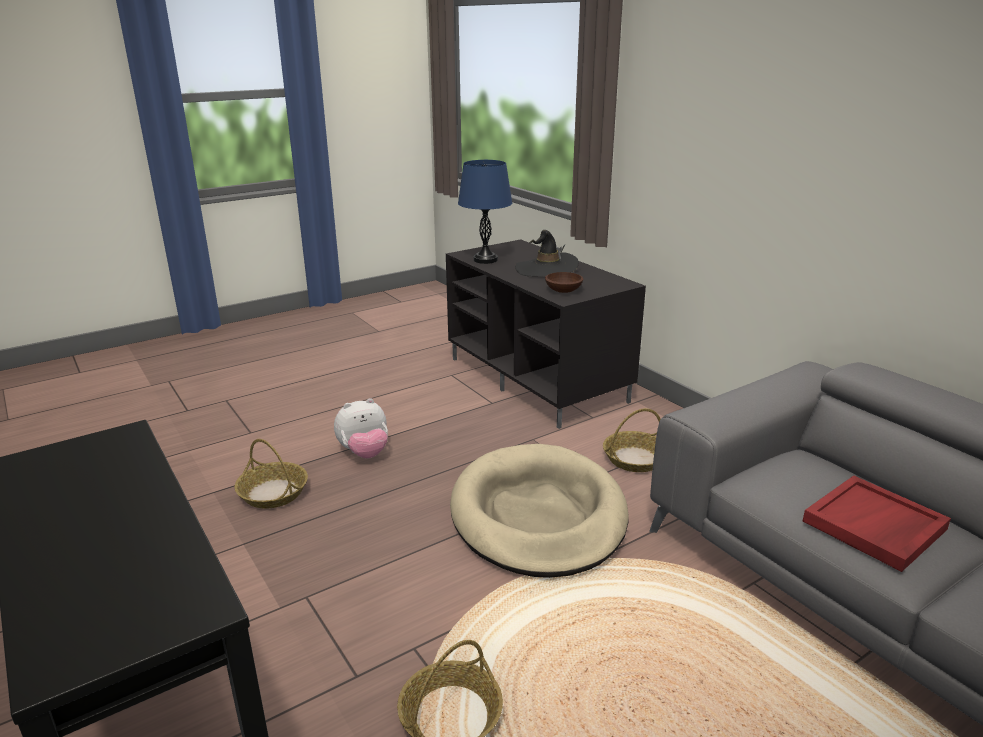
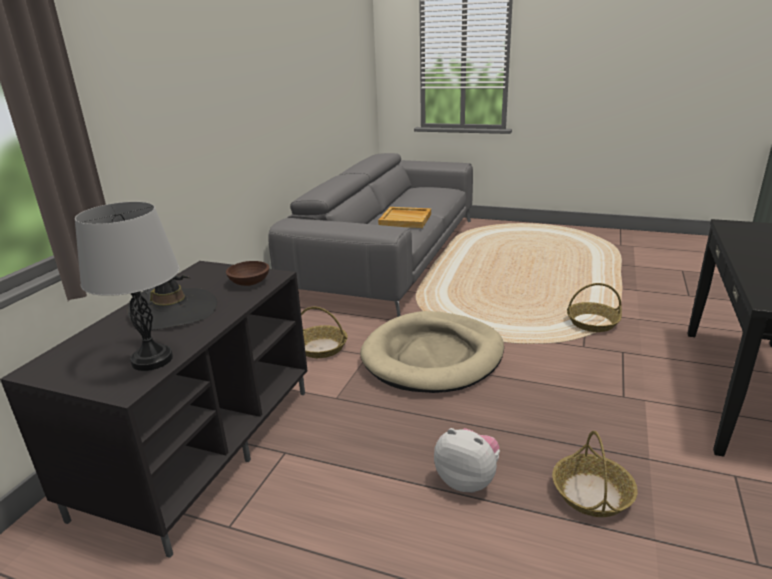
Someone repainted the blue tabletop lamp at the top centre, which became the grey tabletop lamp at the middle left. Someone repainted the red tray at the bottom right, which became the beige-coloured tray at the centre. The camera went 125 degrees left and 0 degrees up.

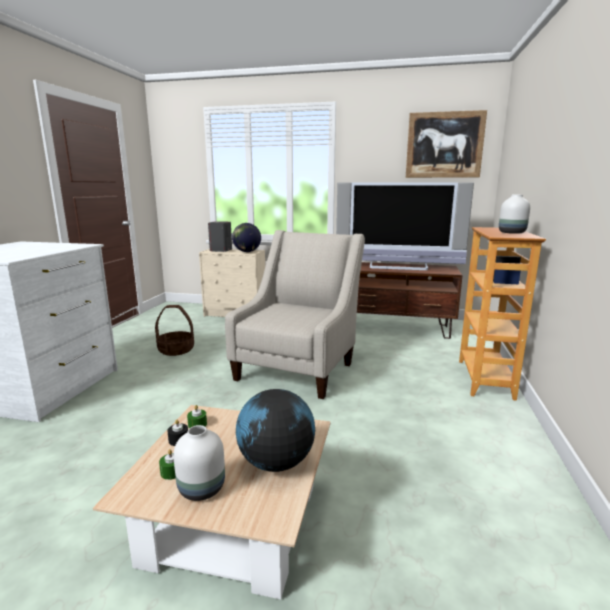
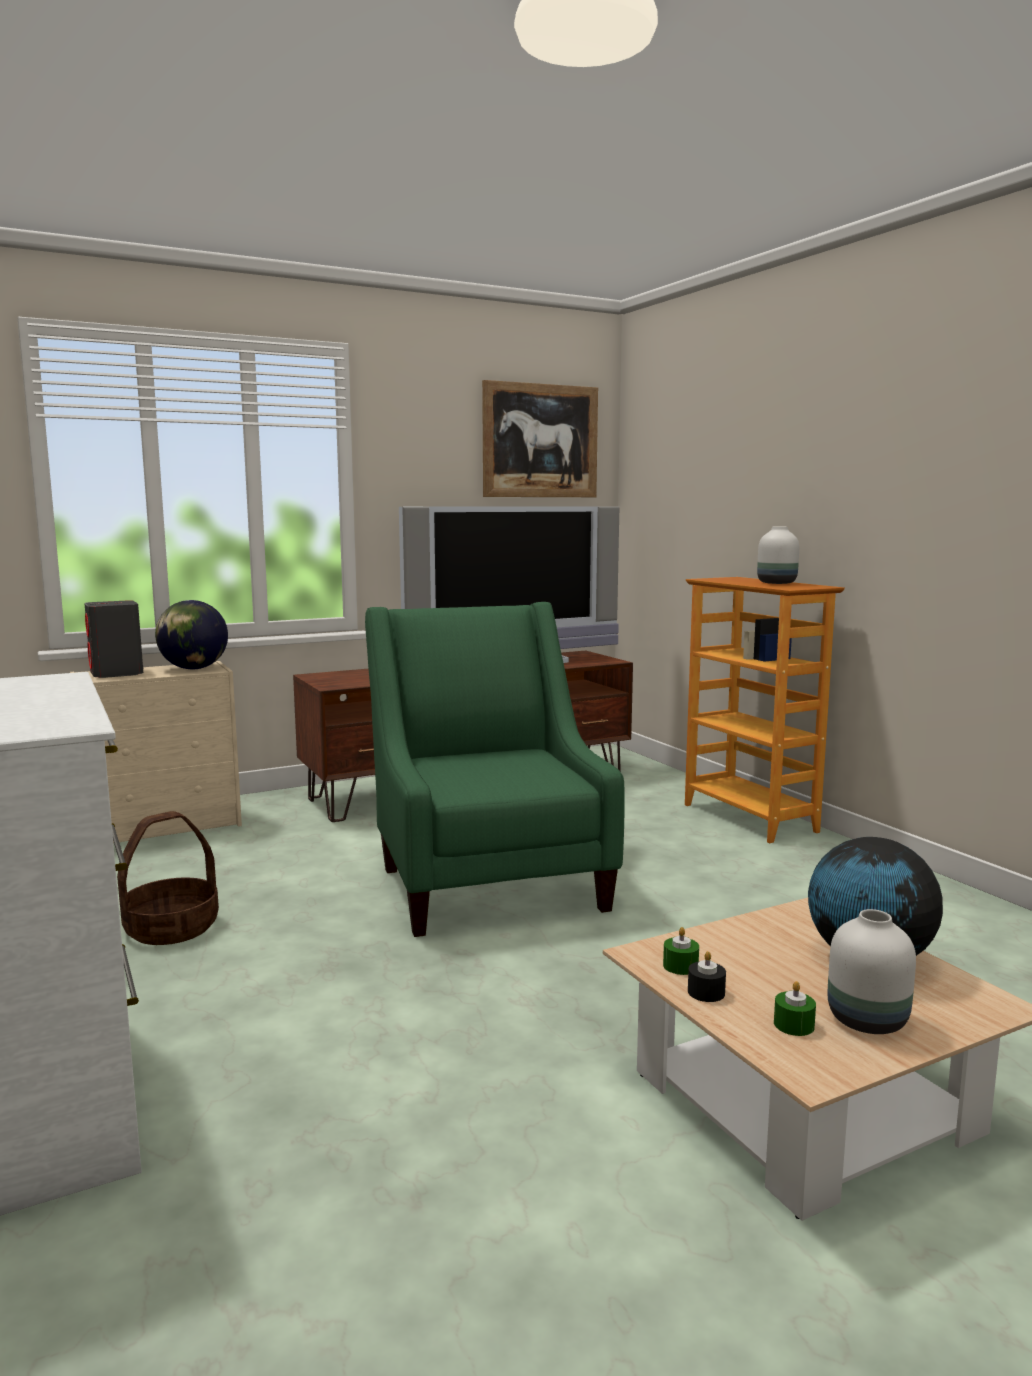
Someone repainted the beige-coloured armchair at the centre, which became the greenish armchair at the centre. The camera went 40 degrees left and 5 degrees down.

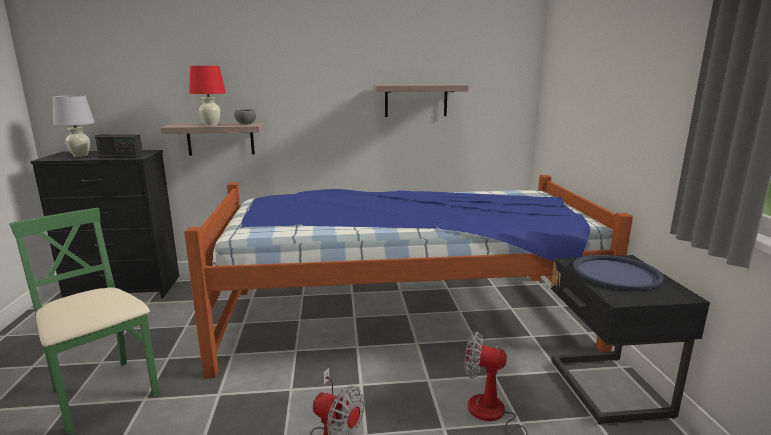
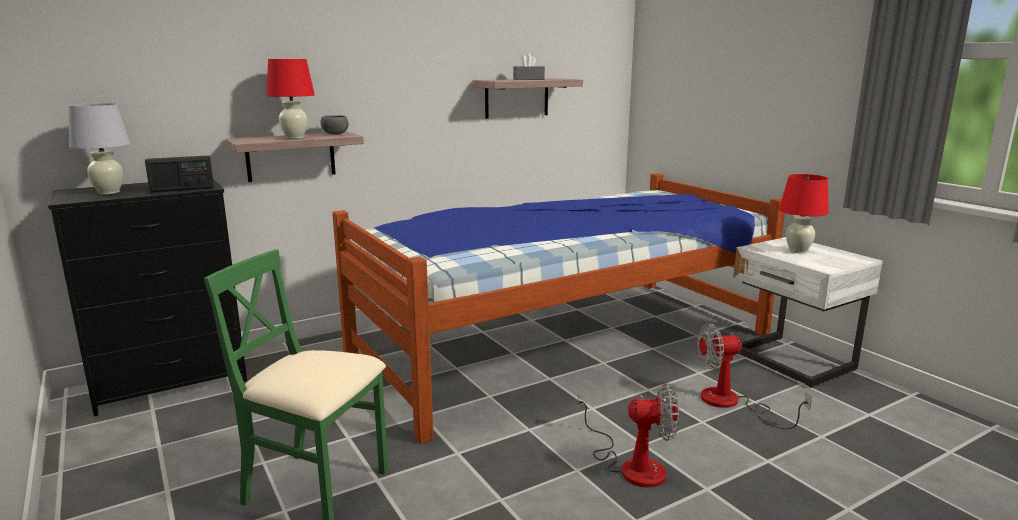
Someone put down the grey box of tissues at the top centre. Someone swapped the blue tray at the middle right for the red tabletop lamp (2nd from left) at the middle right. Someone repainted the blackish nightstand at the bottom right, which became the white nightstand at the middle right. The camera went 25 degrees left and 0 degrees up.

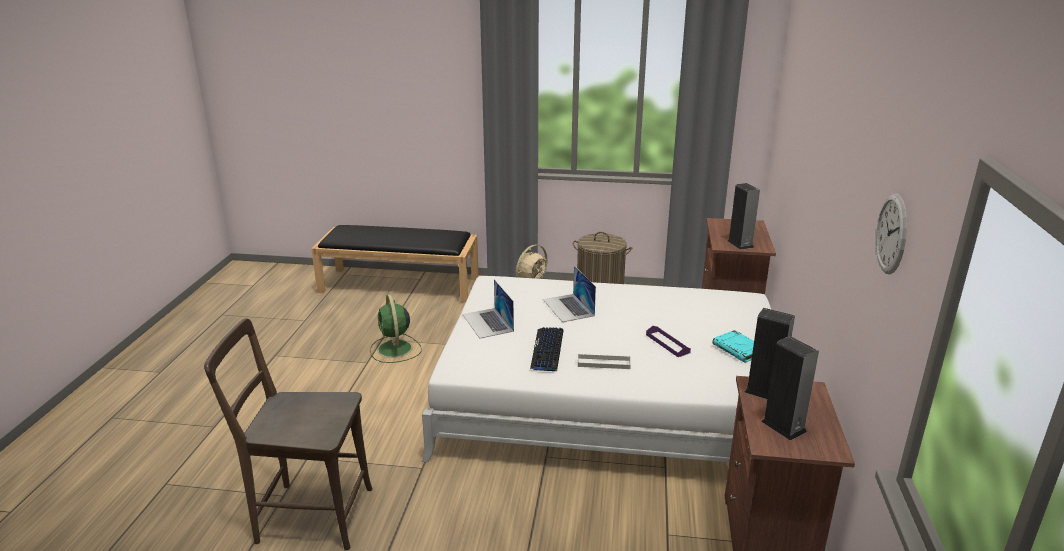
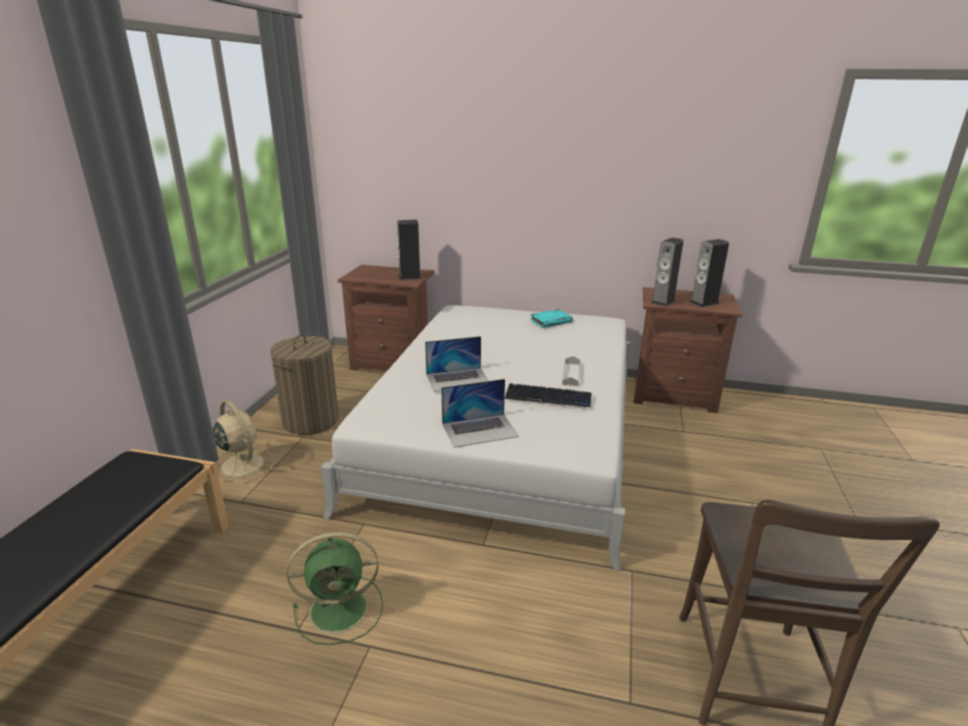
Someone took away the purplish tray at the centre. Someone took away the wall clock at the middle right. The camera went 85 degrees left and 0 degrees up.

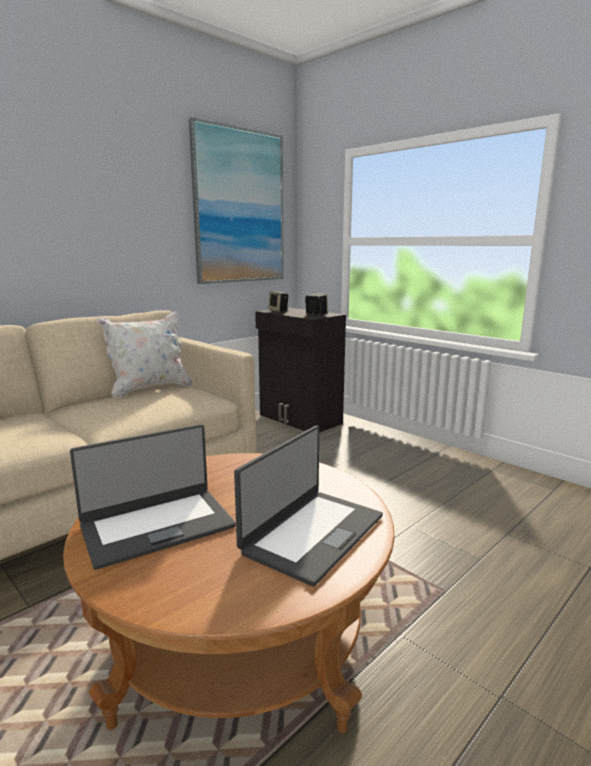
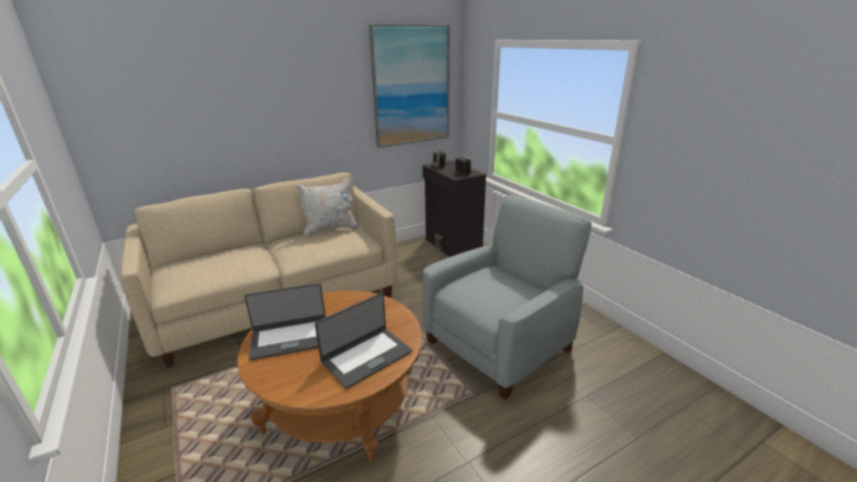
Someone put down the grey armchair at the centre. The camera went 15 degrees right and 10 degrees up.

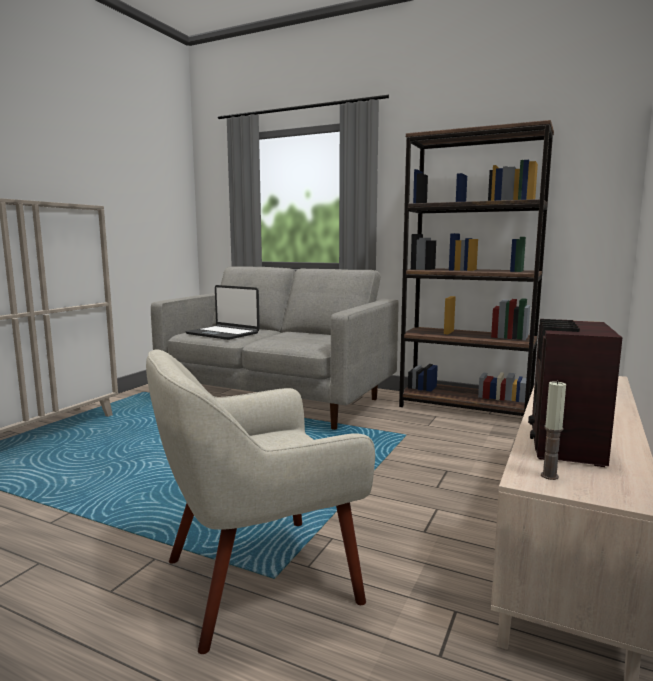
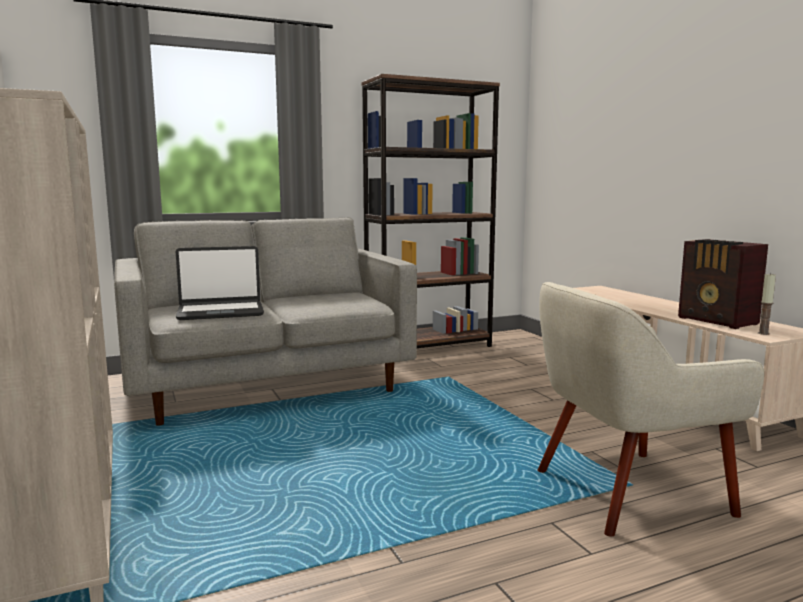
Someone rotated the beige-coloured armchair at the bottom centre by 60 degrees clockwise. The camera went 50 degrees left and 0 degrees up.

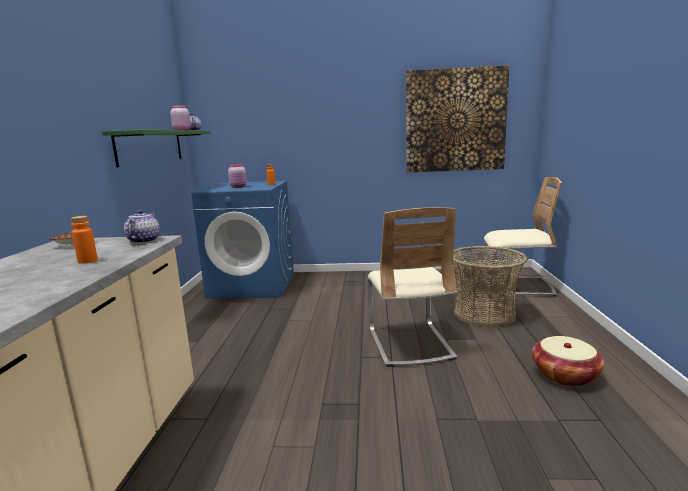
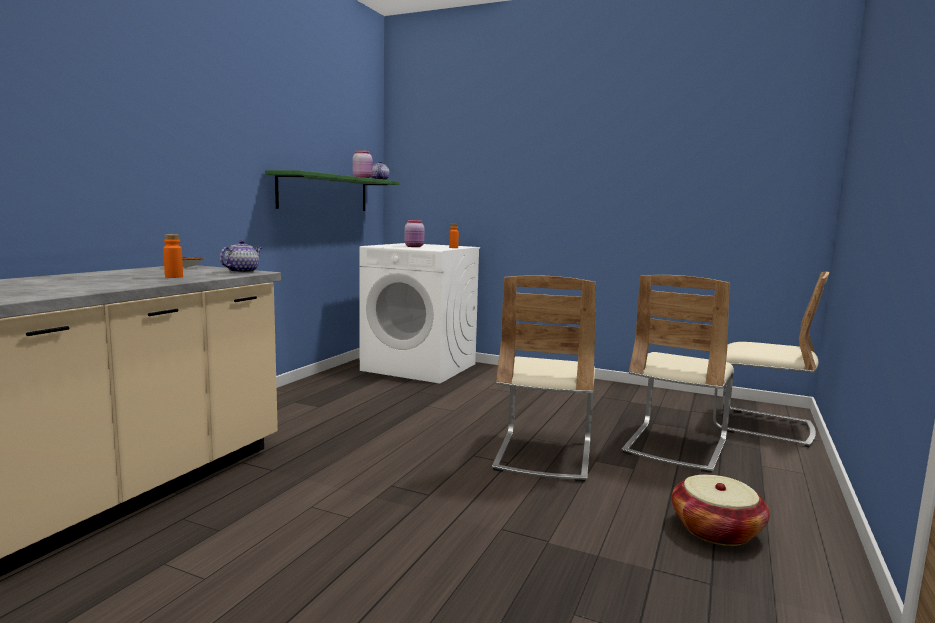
Someone took away the wall art at the top centre. Someone swapped the basket (1st from left) at the middle right for the beige-coloured chair (2nd from left) at the middle right. Someone repainted the blue laundry appliance at the centre, which became the white laundry appliance at the centre. The camera went 20 degrees right and 5 degrees down.

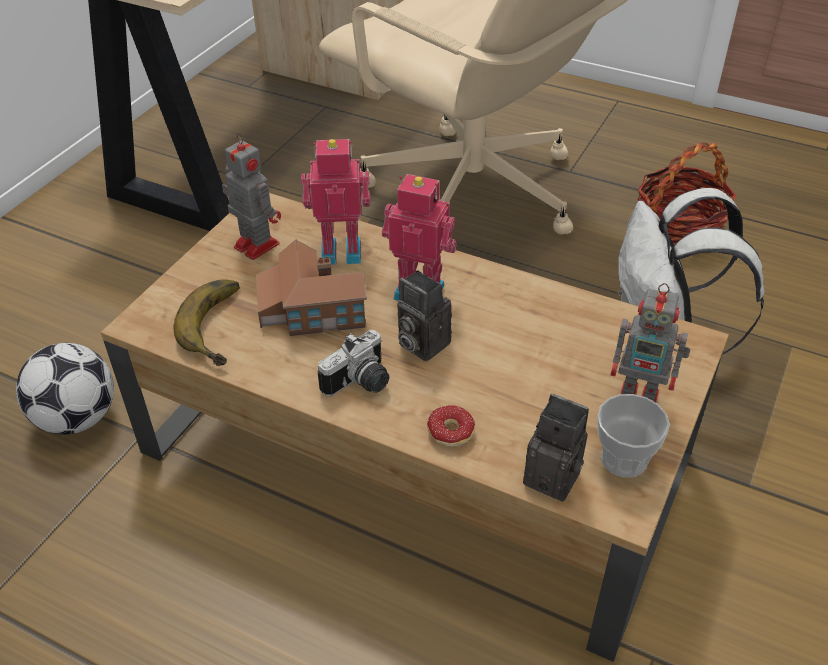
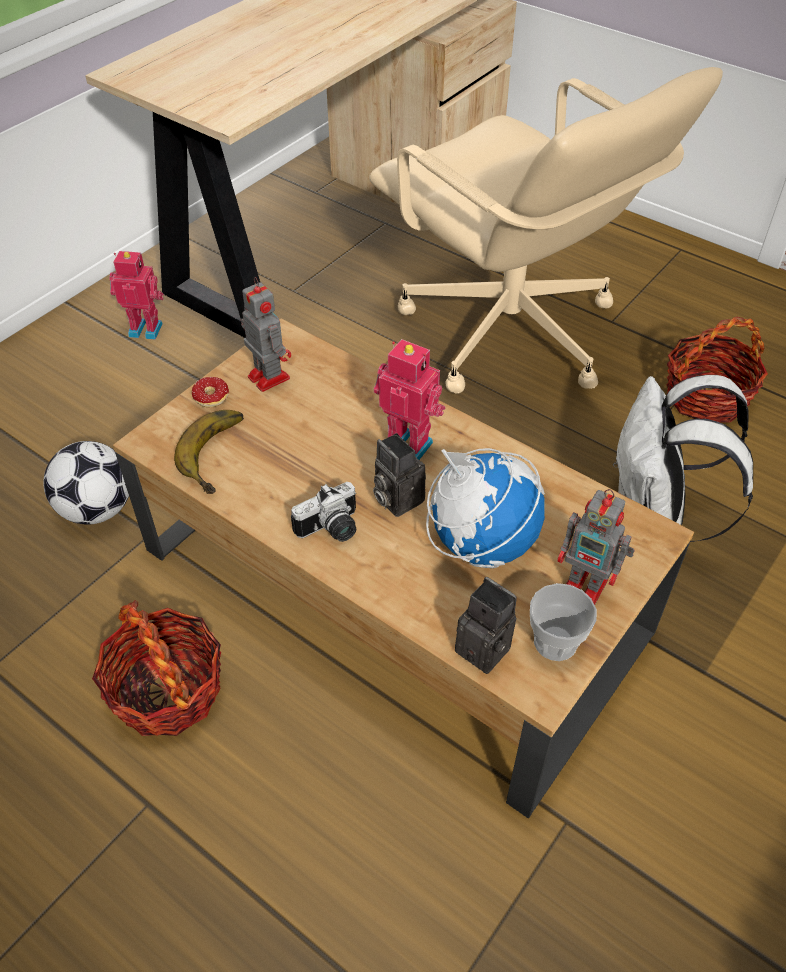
Someone took away the model house at the centre. Someone put down the basket (1st from left) at the bottom left. Someone put down the desk globe at the centre. Someone carried the toy robot (2nd from left in the first image) from the top centre to the top left. Someone carried the ring doughnut from the centre to the middle left. The camera went 10 degrees right and 5 degrees up.

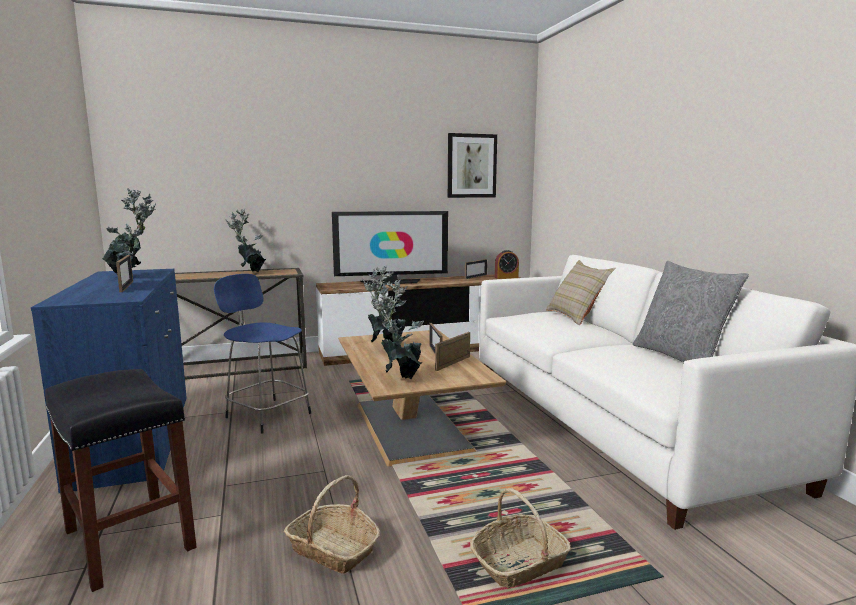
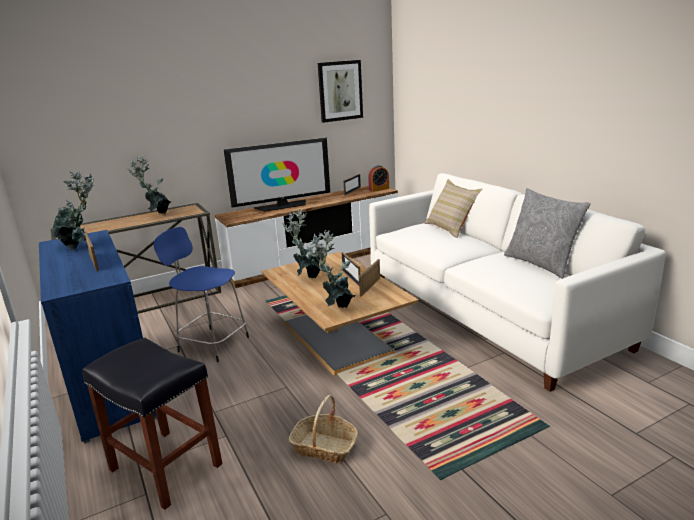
Someone took away the basket (2nd from left) at the bottom centre. The camera went 10 degrees left and 10 degrees up.

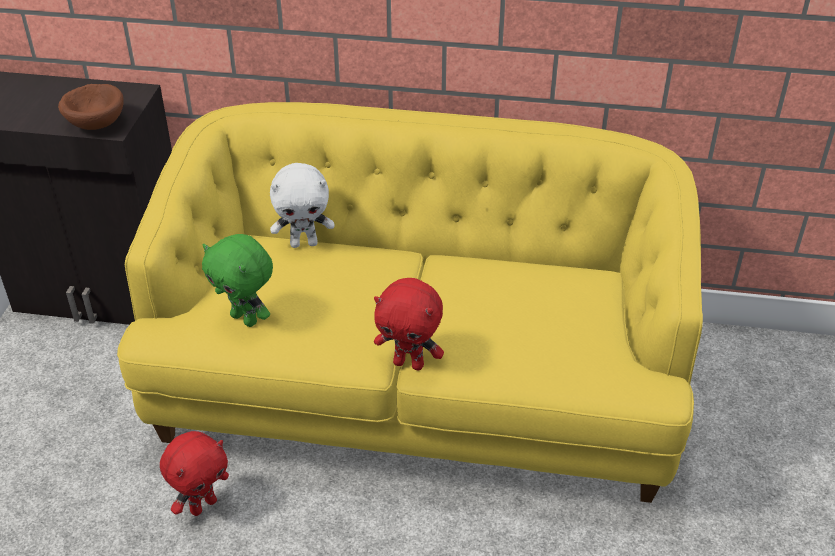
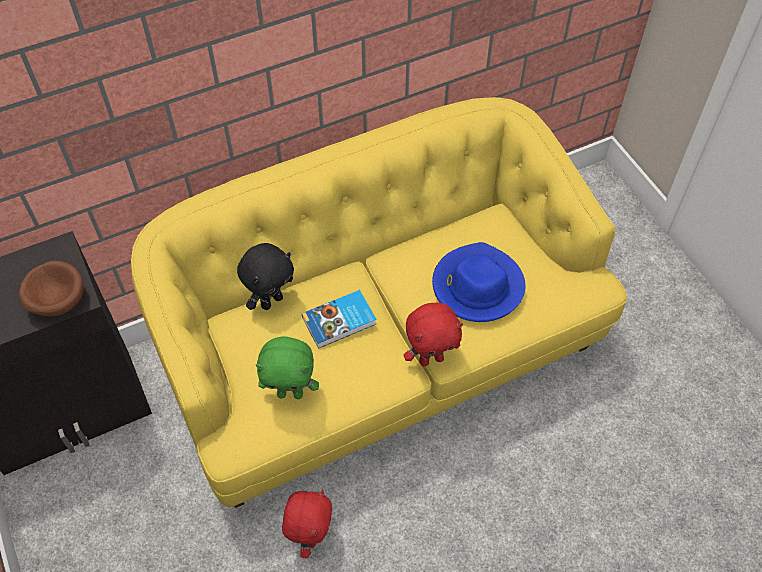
Someone put down the volume at the centre. Someone put down the blue wearable hat at the centre. Someone repainted the white soft toy at the centre, which became the blackish soft toy at the centre. The camera went 35 degrees left and 15 degrees up.

